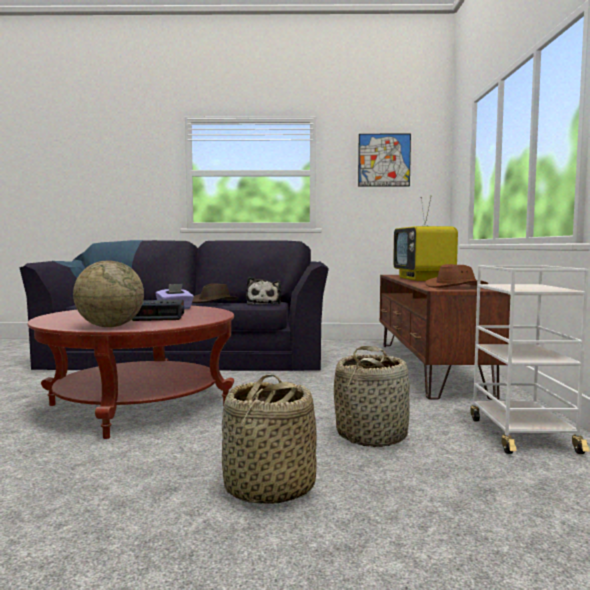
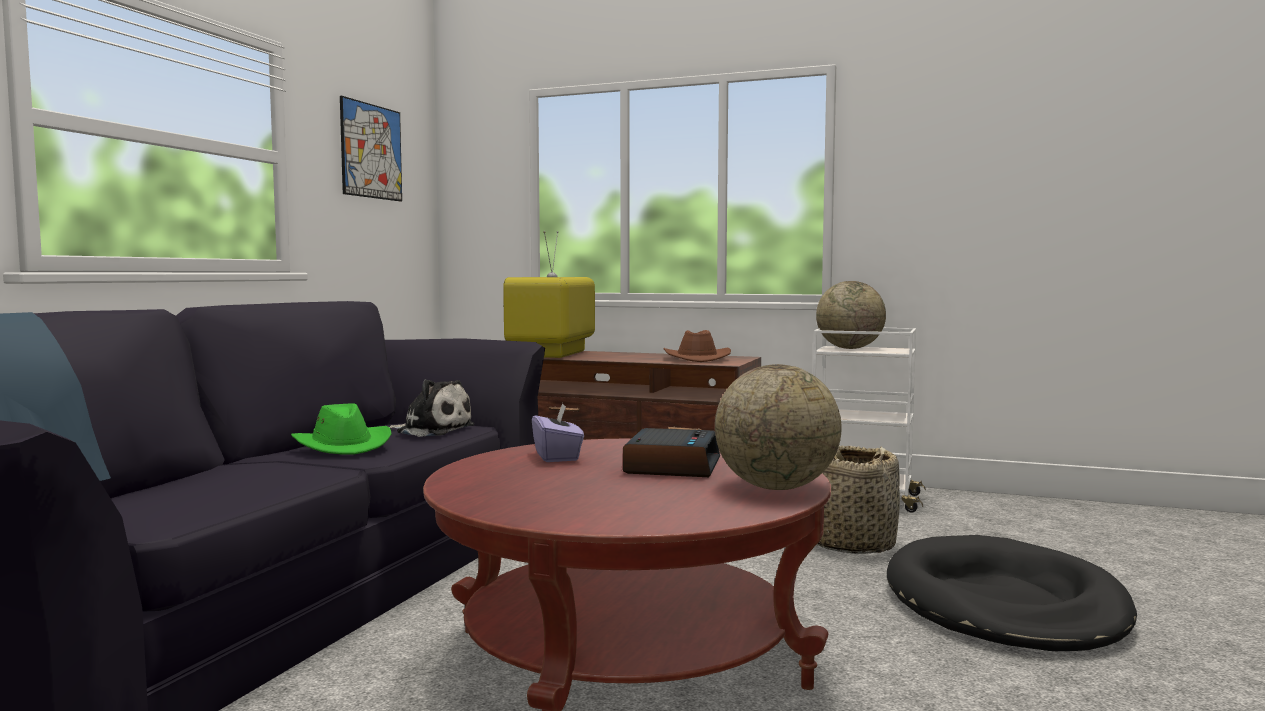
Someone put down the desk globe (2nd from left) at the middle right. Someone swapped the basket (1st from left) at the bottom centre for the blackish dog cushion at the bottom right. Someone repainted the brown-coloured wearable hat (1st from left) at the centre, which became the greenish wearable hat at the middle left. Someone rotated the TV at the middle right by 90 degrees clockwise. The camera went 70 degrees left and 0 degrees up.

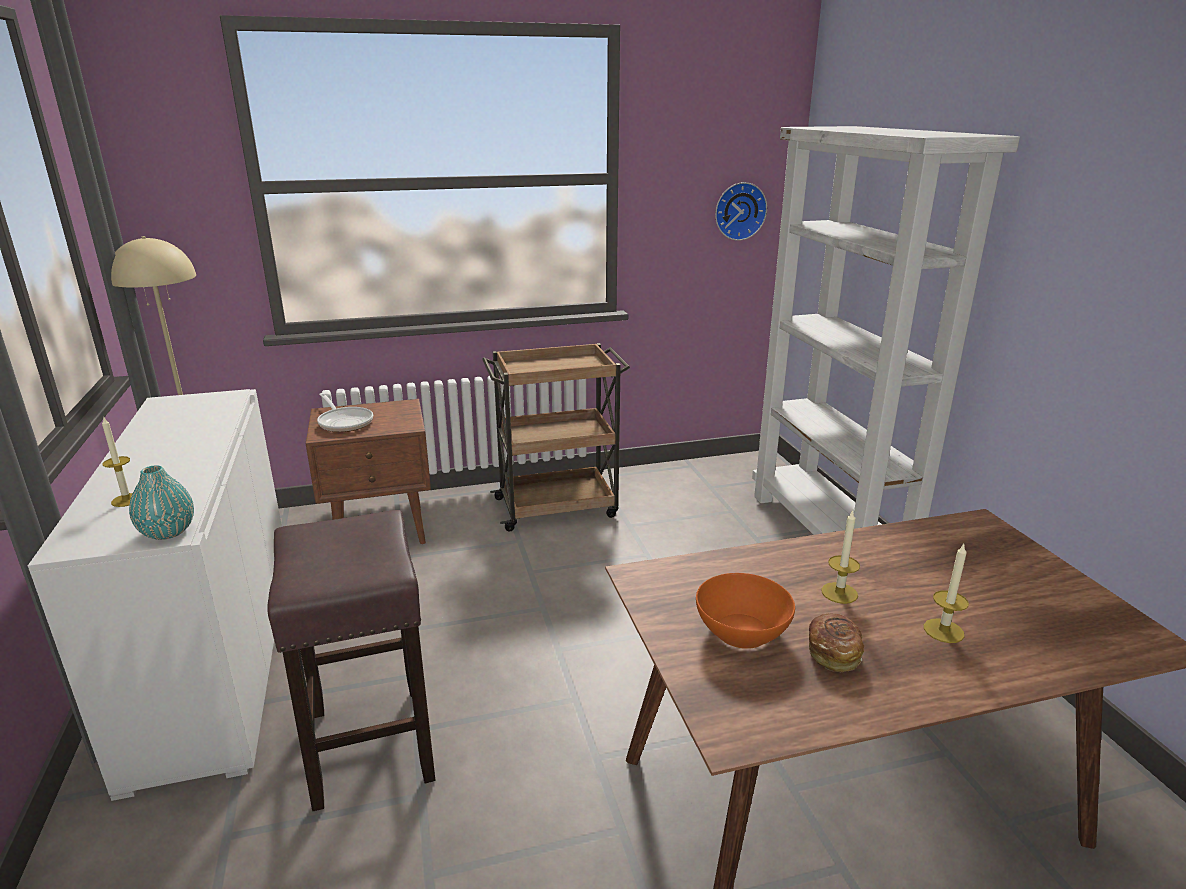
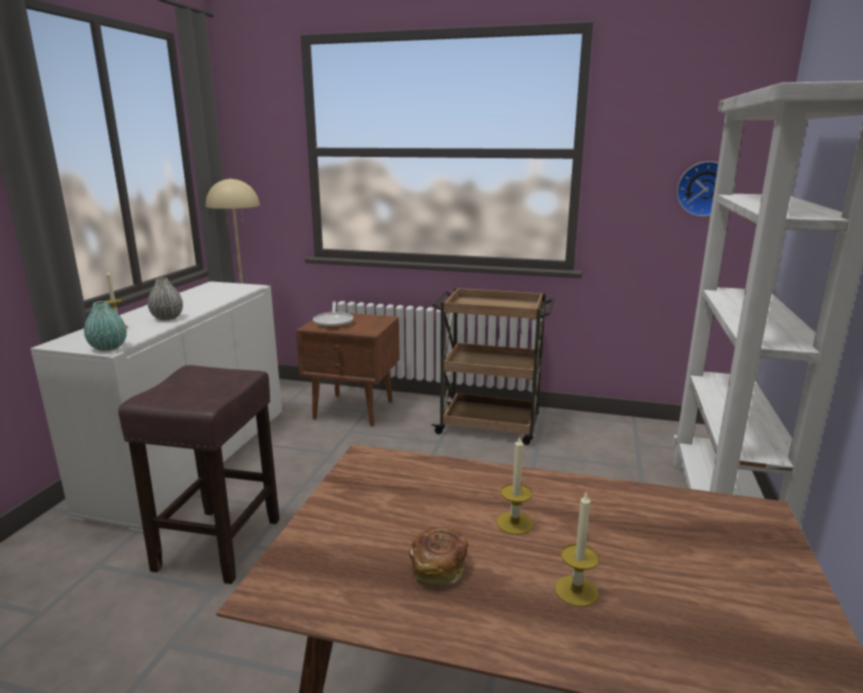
Someone took away the orange-coloured deep dish at the bottom centre. Someone put down the grey vase at the middle left. The camera went 30 degrees right and 5 degrees down.

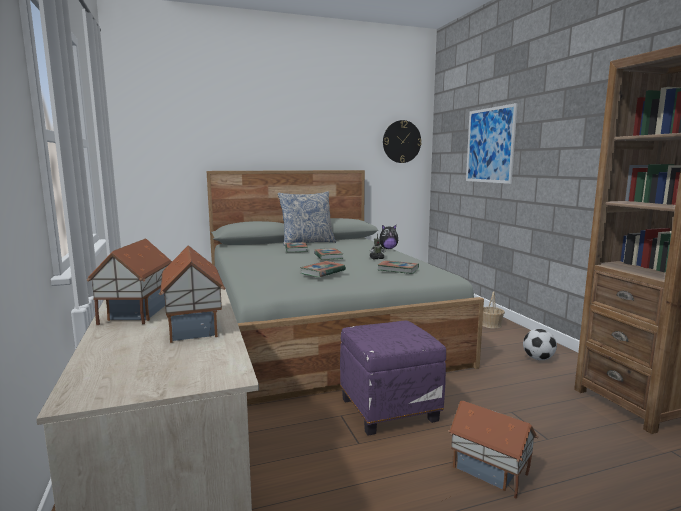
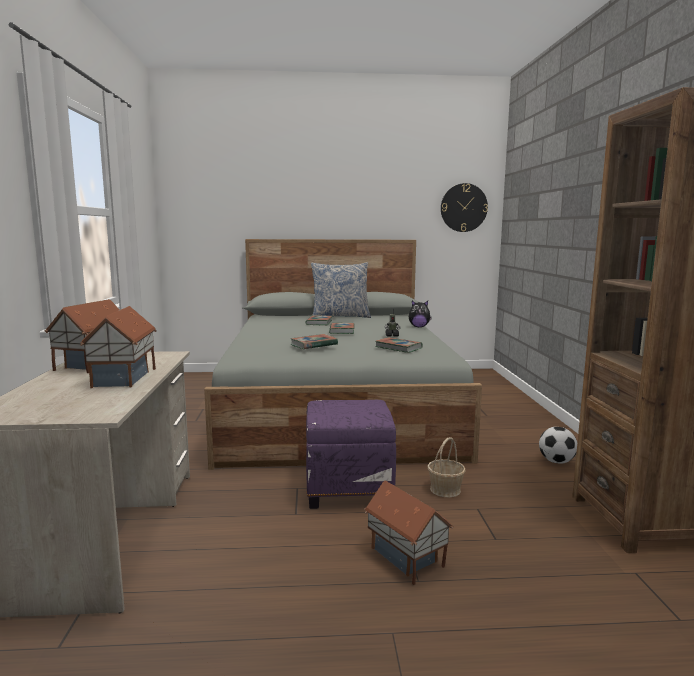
Someone took away the wall art at the top right. Someone carried the basket from the middle right to the bottom centre. The camera went 15 degrees right and 0 degrees up.

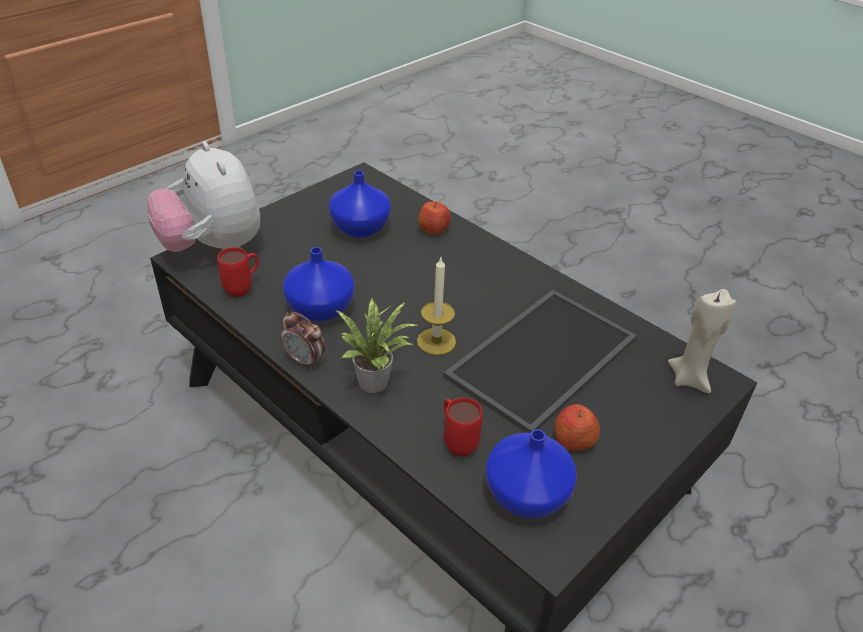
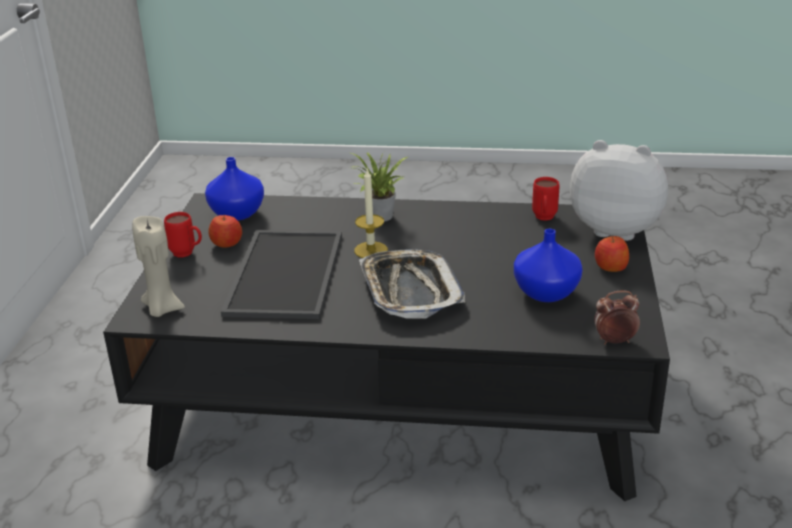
Someone took away the blue vase (1st from left) at the centre. Someone put down the tray (2nd from left) at the centre. Someone carried the bedside clock from the centre to the middle right. Someone carried the whole apple (1st from left in the first image) from the centre to the middle right. Someone carried the red tea mug (2nd from left in the first image) from the bottom centre to the middle left. The camera went 145 degrees right and 10 degrees down.

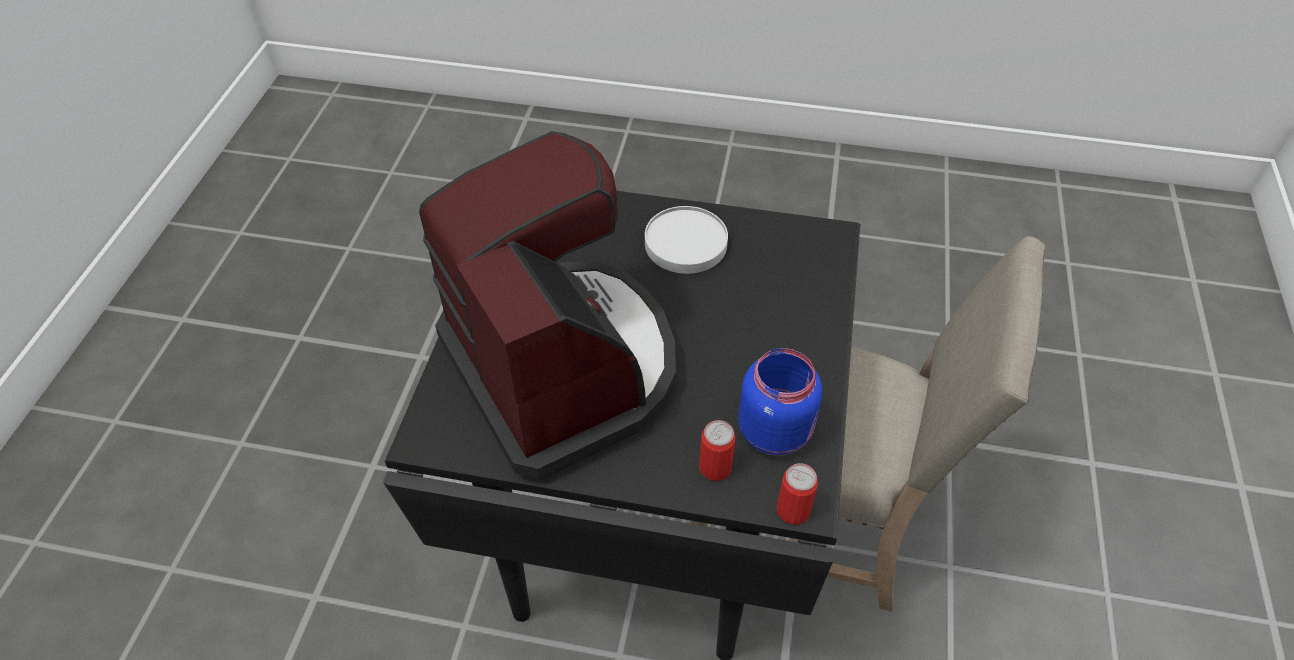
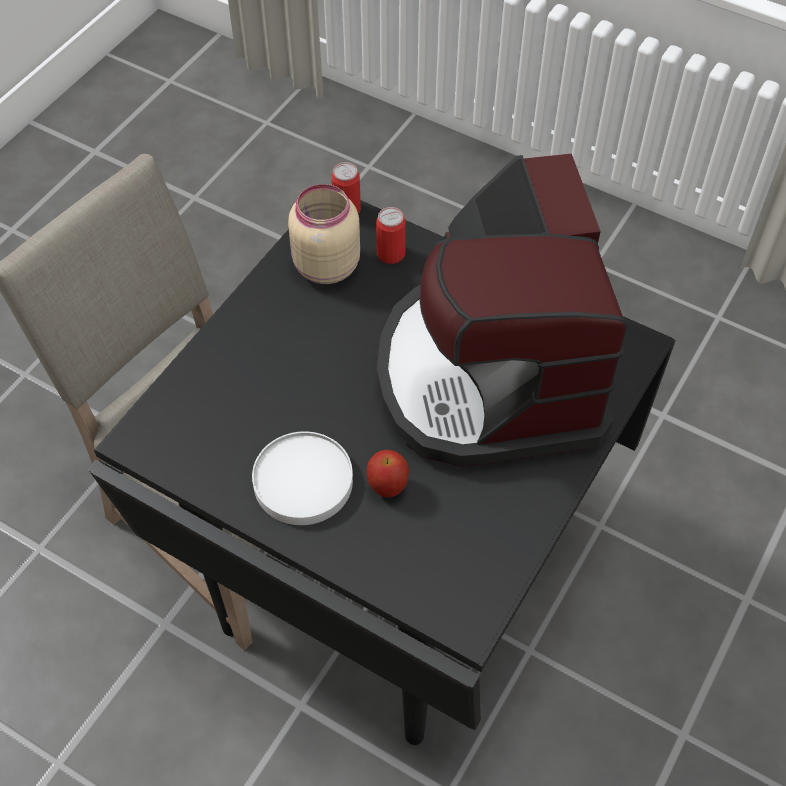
Someone put down the whole apple at the centre. Someone repainted the blue storage jar at the centre, which became the beige-coloured storage jar at the top centre. The camera went 160 degrees left and 5 degrees up.

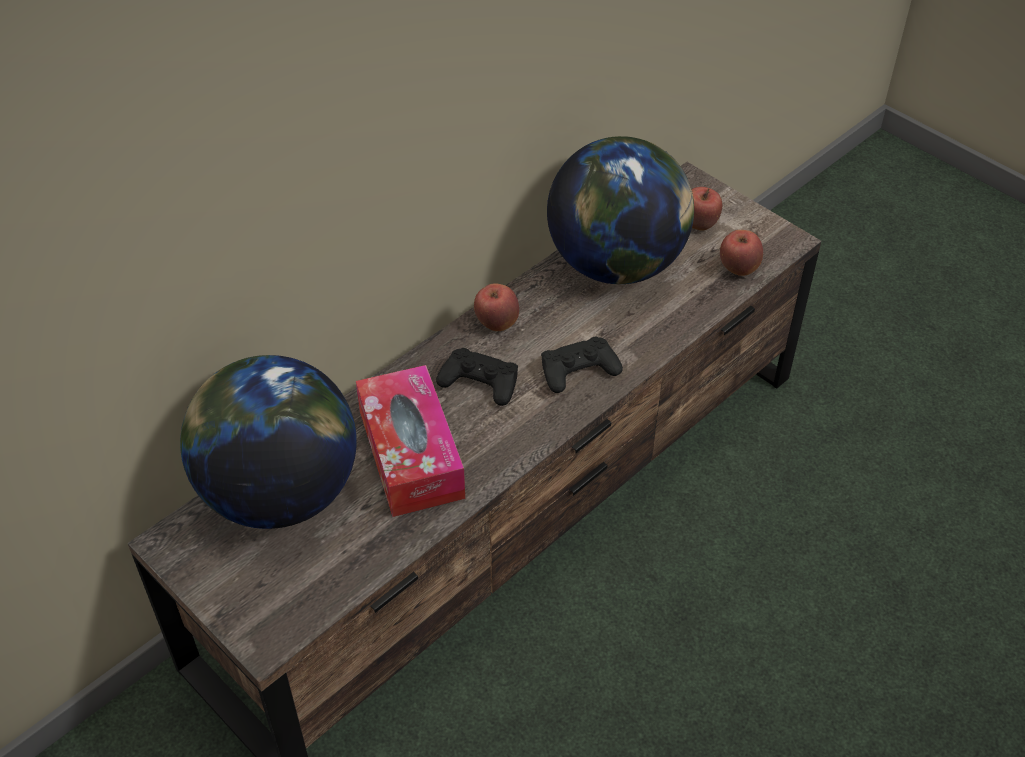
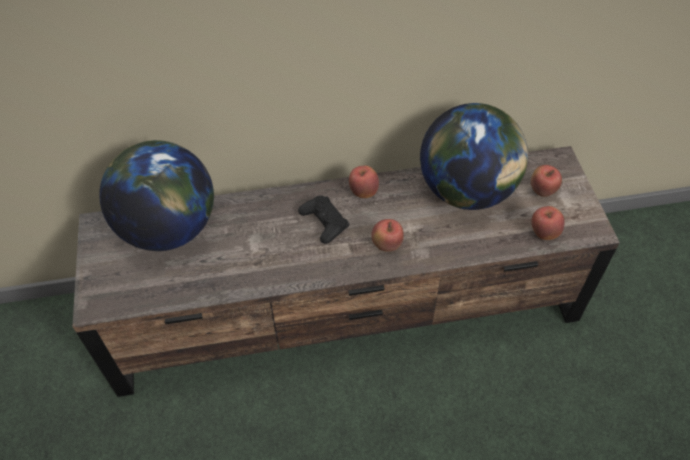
Someone took away the box of tissues at the centre. Someone swapped the blackish joypad (2nd from left) at the centre for the whole apple (2nd from left) at the centre. The camera went 35 degrees right and 5 degrees up.

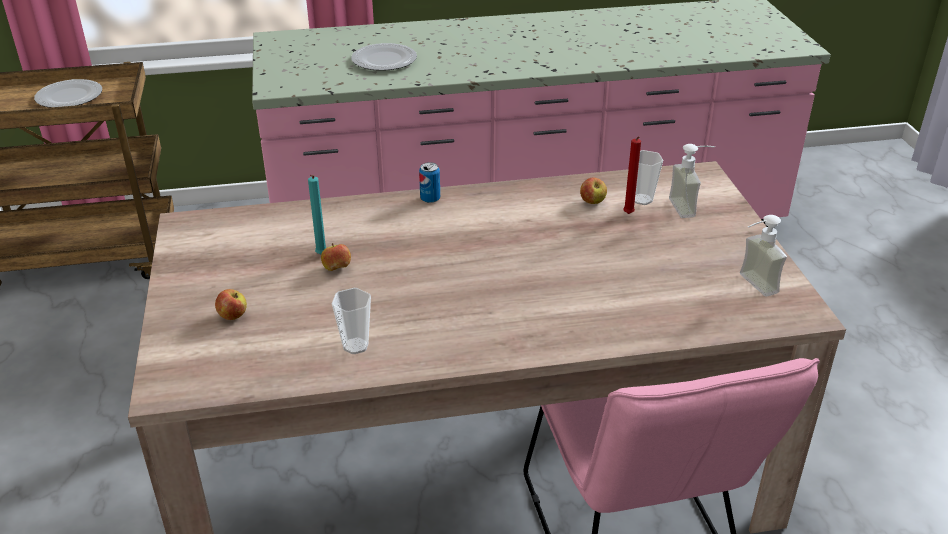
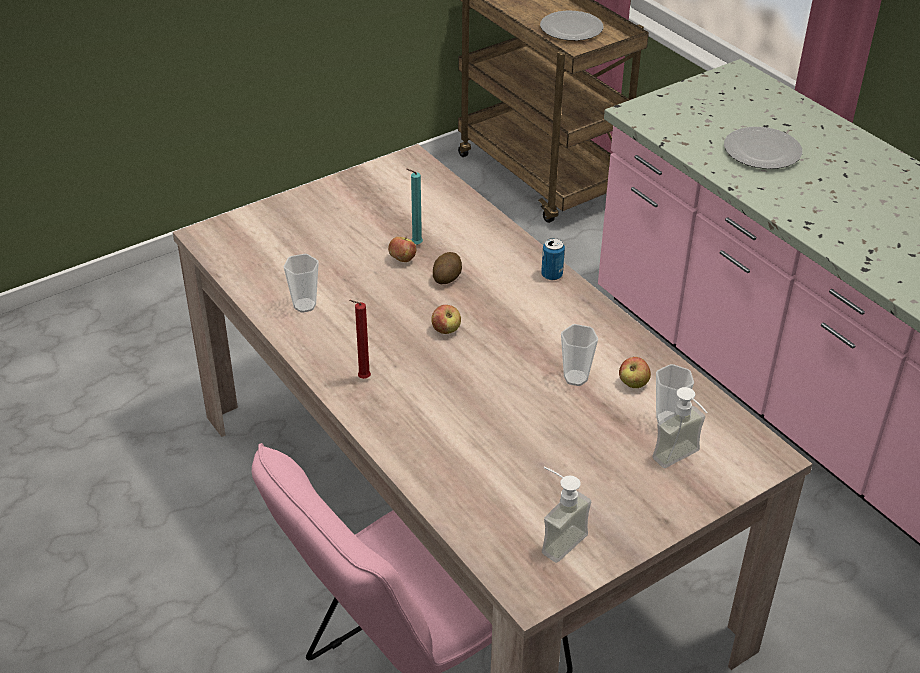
Someone put down the spud at the centre. Someone put down the small cup (2nd from left) at the centre. Someone carried the whole apple (1st from left in the first image) from the middle left to the centre. Someone carried the red wax candle from the top right to the centre. The camera went 65 degrees right and 5 degrees up.

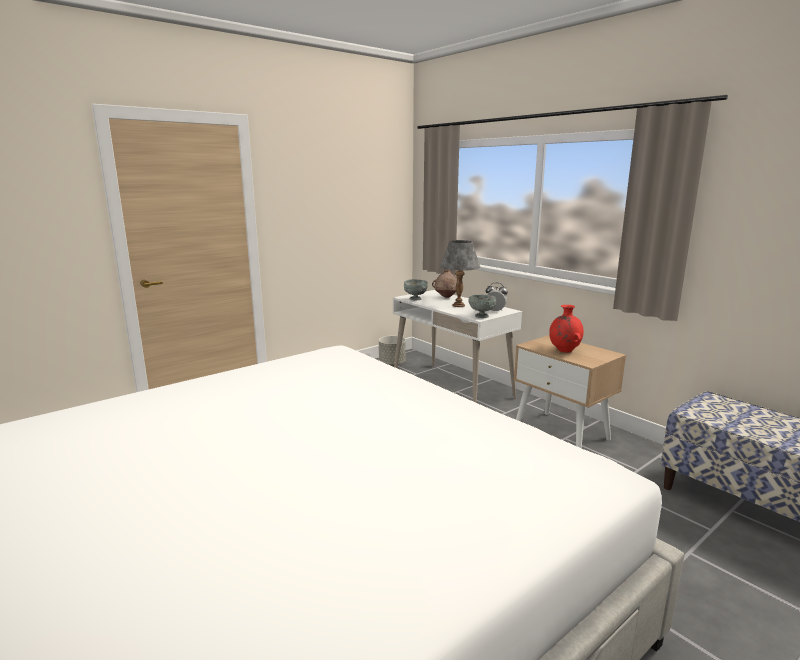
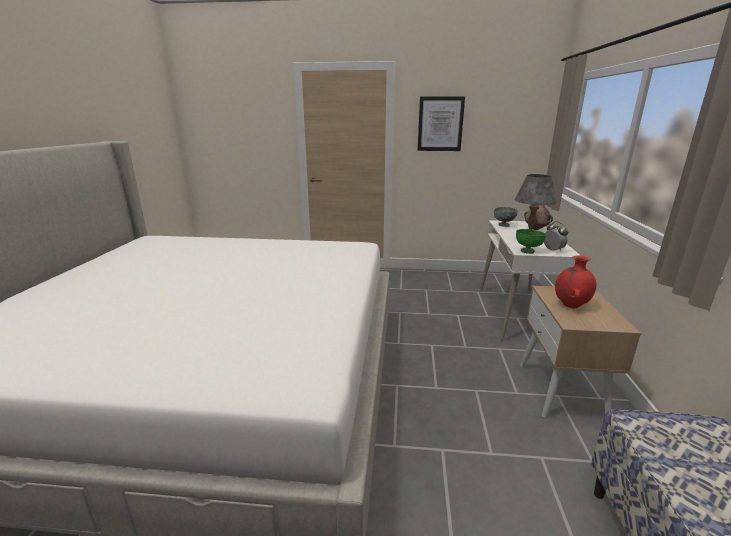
Someone took away the grey plant pot at the centre. Someone put up the wall art at the top centre. Someone repainted the grey deep dish (2nd from left) at the centre, which became the greenish deep dish at the middle right. The camera went 45 degrees right and 5 degrees up.

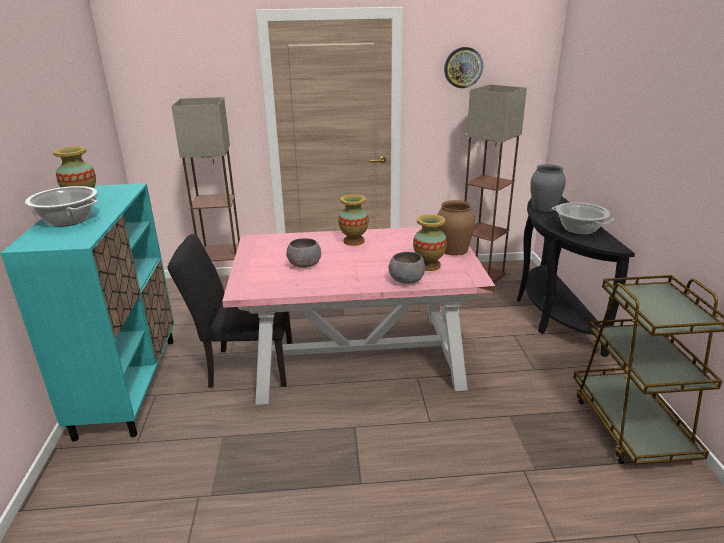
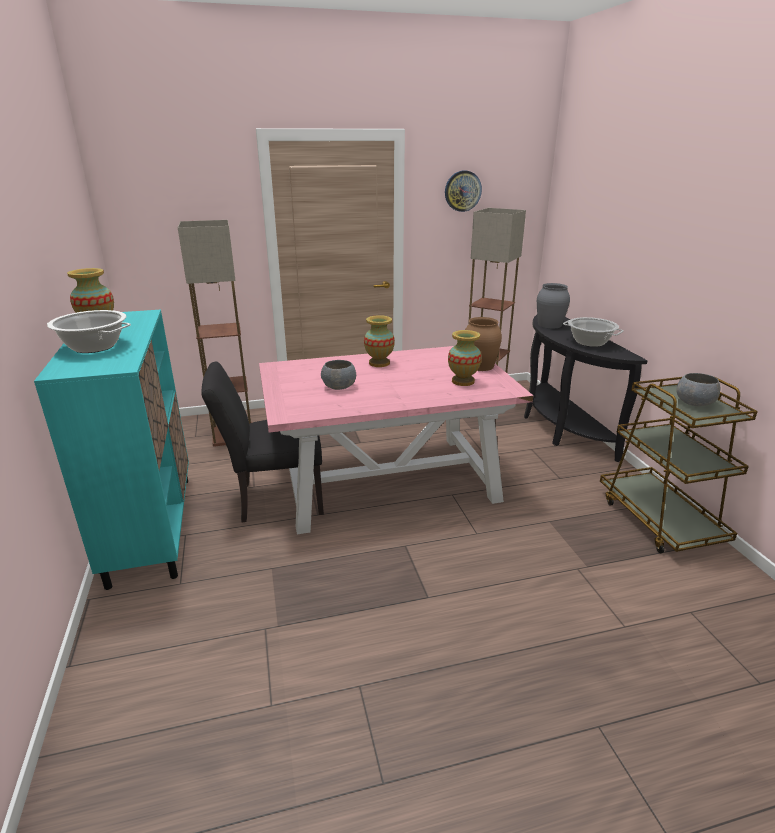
Someone carried the grey deep dish (2nd from left) from the centre to the middle right. The camera went 10 degrees left and 0 degrees up.

